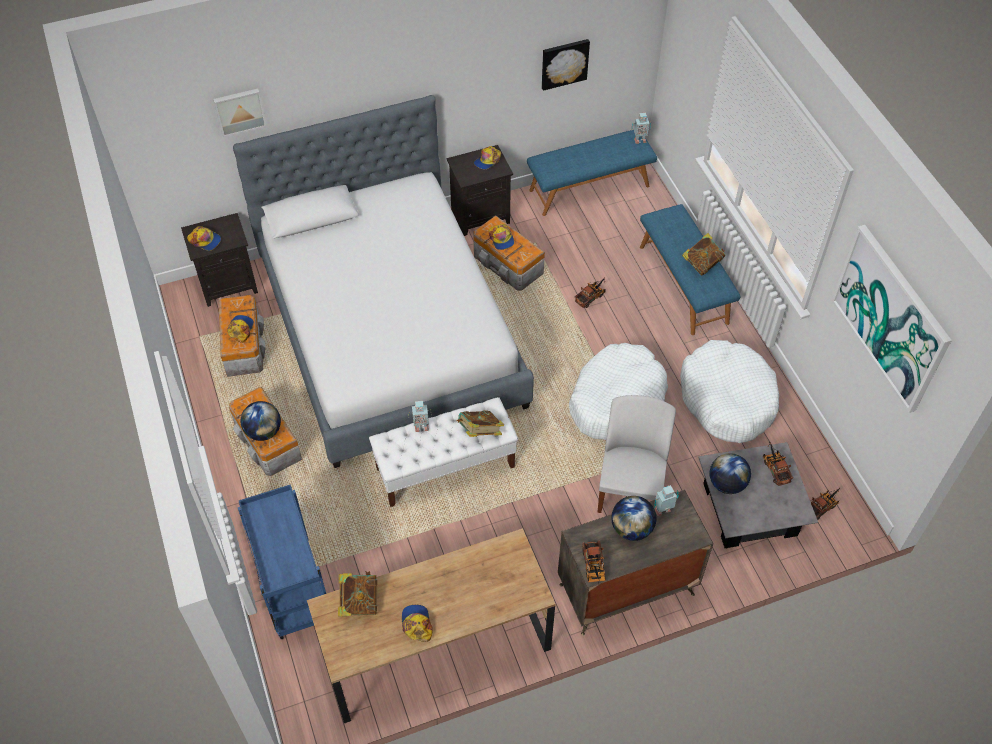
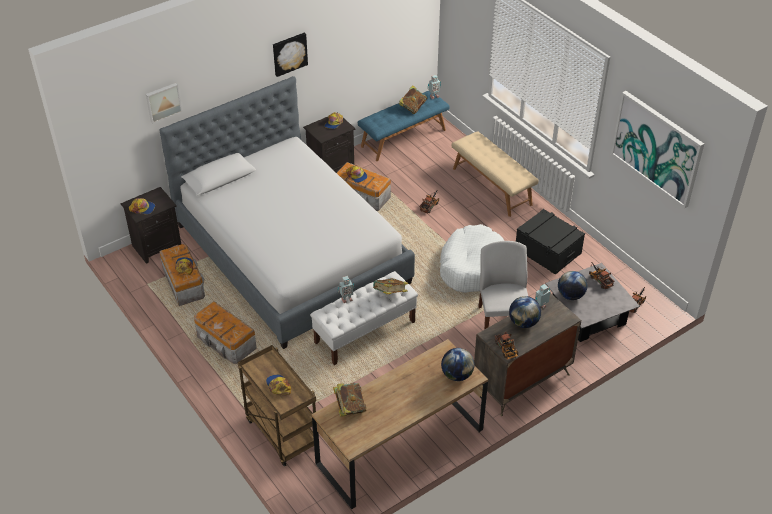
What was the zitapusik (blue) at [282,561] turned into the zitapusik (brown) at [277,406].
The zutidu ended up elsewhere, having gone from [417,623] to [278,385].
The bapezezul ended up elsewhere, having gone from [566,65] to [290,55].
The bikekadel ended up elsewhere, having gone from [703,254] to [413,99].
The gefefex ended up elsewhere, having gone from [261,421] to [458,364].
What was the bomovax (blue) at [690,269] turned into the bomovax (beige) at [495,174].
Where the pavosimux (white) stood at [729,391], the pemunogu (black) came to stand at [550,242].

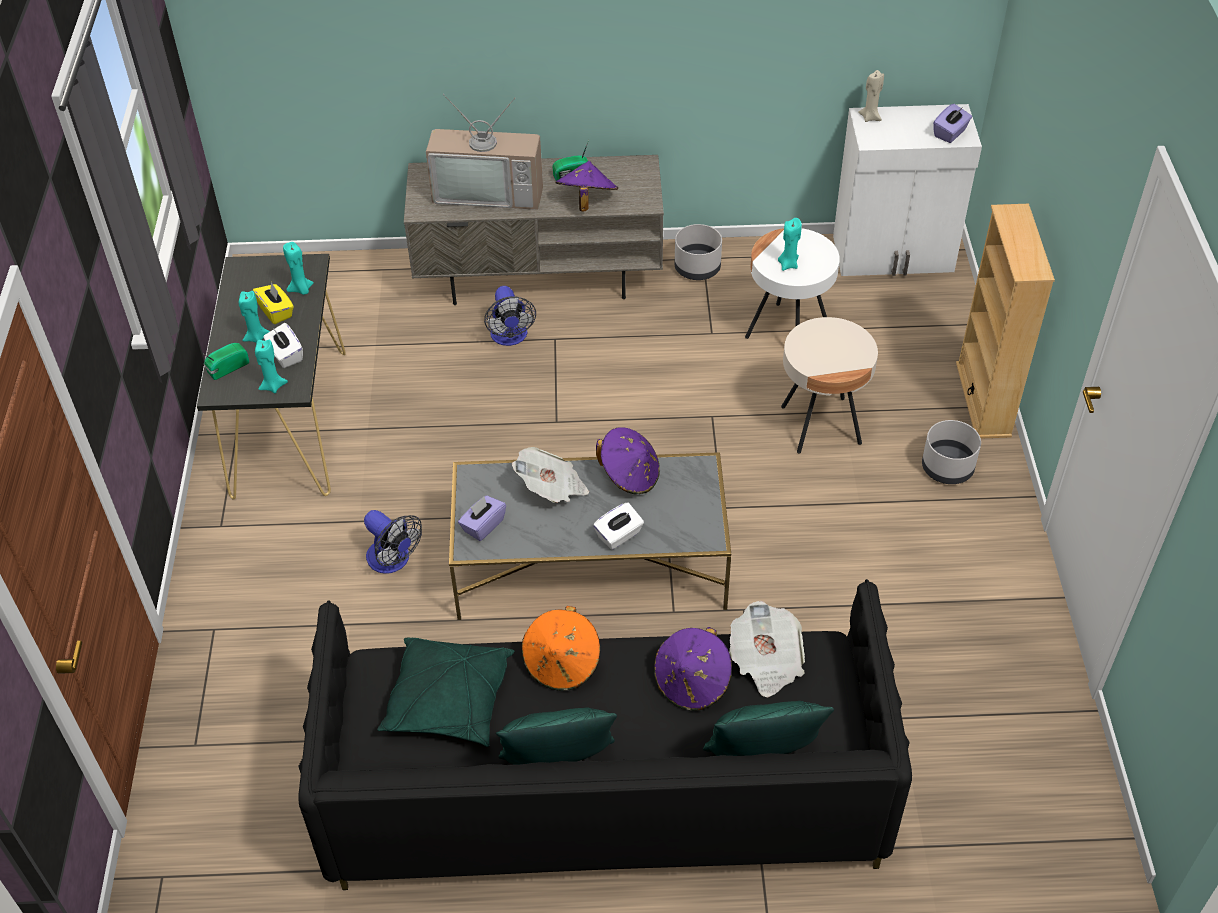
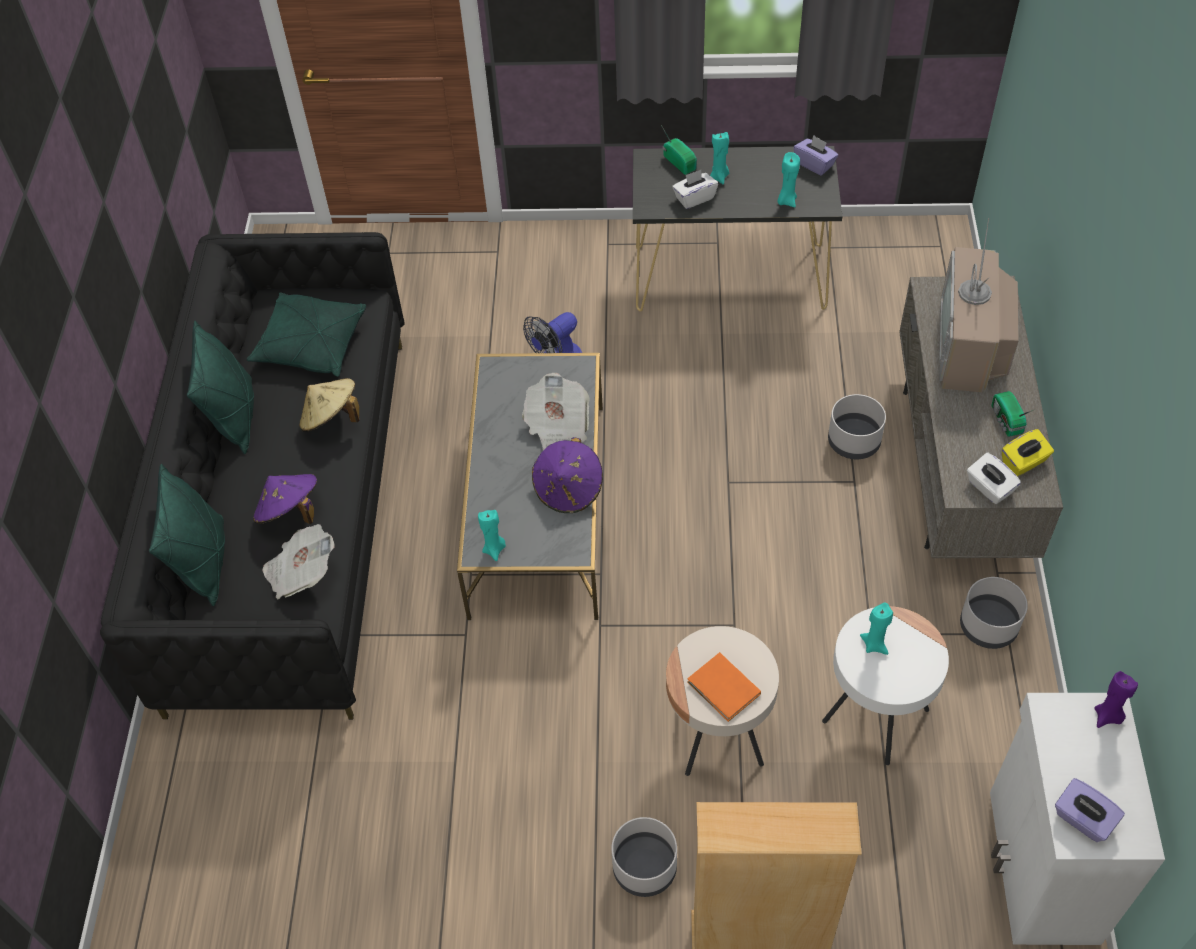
What was the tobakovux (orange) at [561,648] turned into the tobakovux (beige) at [329,405].
The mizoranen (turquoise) ended up elsewhere, having gone from [271,366] to [492,535].
The second view gained the bikekadel (orange) at [724,687].
The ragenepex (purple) ended up elsewhere, having gone from [482,518] to [816,155].
Where the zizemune stood at [510,316], the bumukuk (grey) came to stand at [857,426].
The ragenepex (white) ended up elsewhere, having gone from [618,526] to [994,478].
The ragenepex (yellow) ended up elsewhere, having gone from [273,303] to [1028,452].
What was the mizoranen (beige) at [871,96] turned into the mizoranen (purple) at [1116,699].
The second view lost the tobakovux (purple) at [587,186].

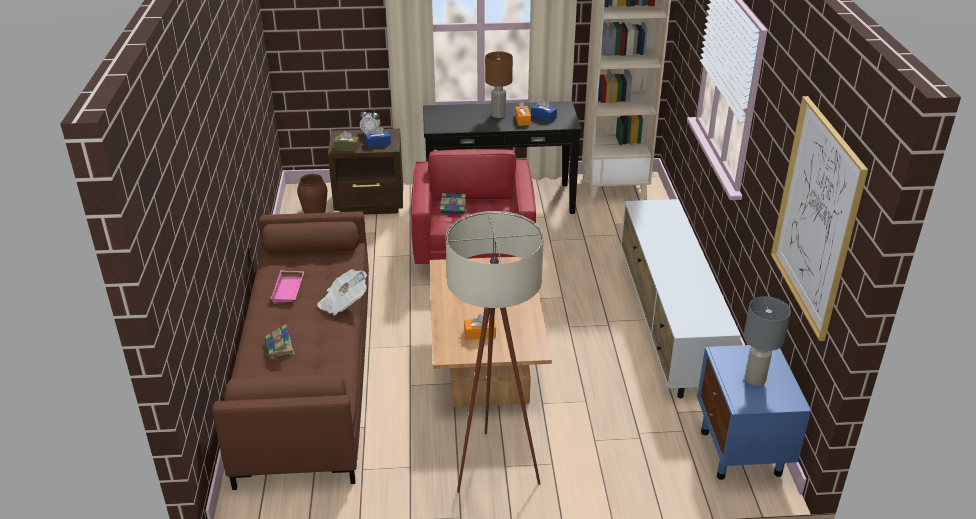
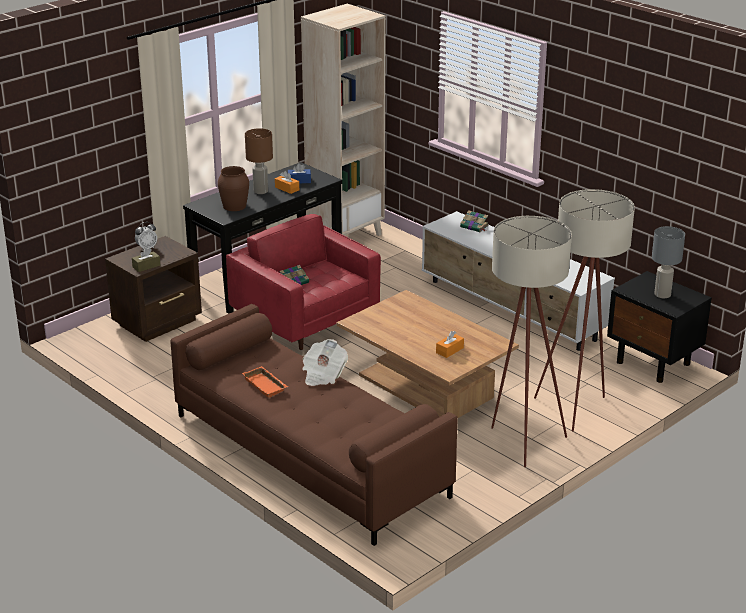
The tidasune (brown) ended up elsewhere, having gone from [312,193] to [233,188].
What was the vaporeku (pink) at [287,286] turned into the vaporeku (orange) at [265,382].
The bikekadel ended up elsewhere, having gone from [280,342] to [474,221].
The second view gained the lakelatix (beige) at [584,310].
What was the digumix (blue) at [754,412] turned into the digumix (black) at [659,327].
The second view lost the ragenepex (blue) at [378,137].
The second view lost the bapezezul at [819,218].

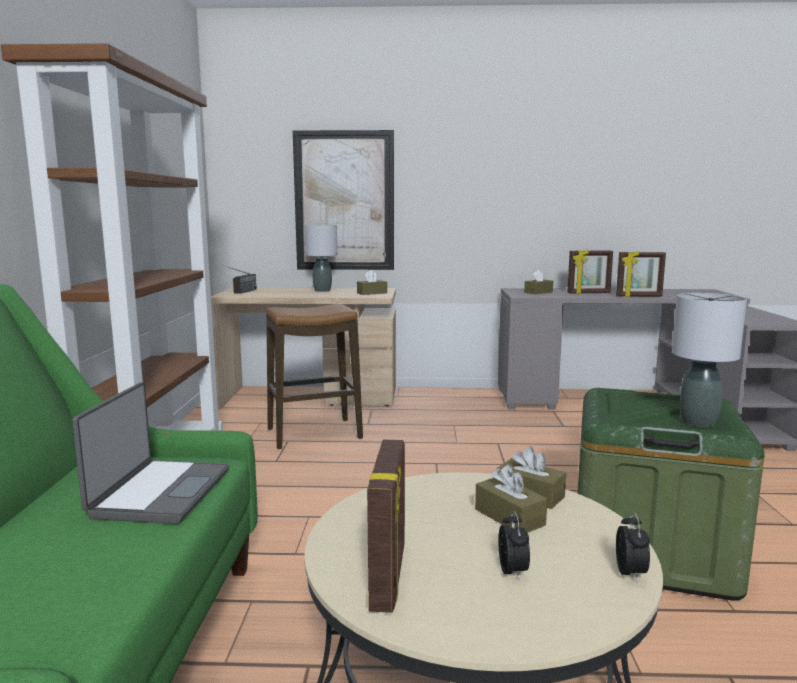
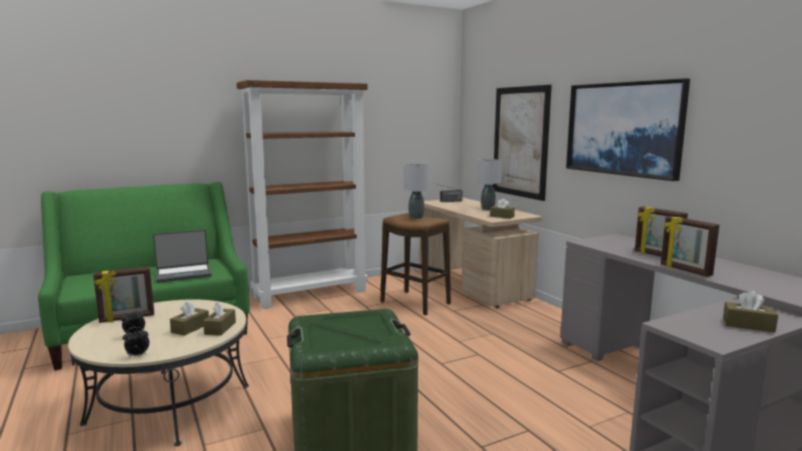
The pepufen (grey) ended up elsewhere, having gone from [709,360] to [417,191].
The second view gained the bapezezul at [628,129].
The ragenepex (brown) ended up elsewhere, having gone from [538,282] to [750,312].

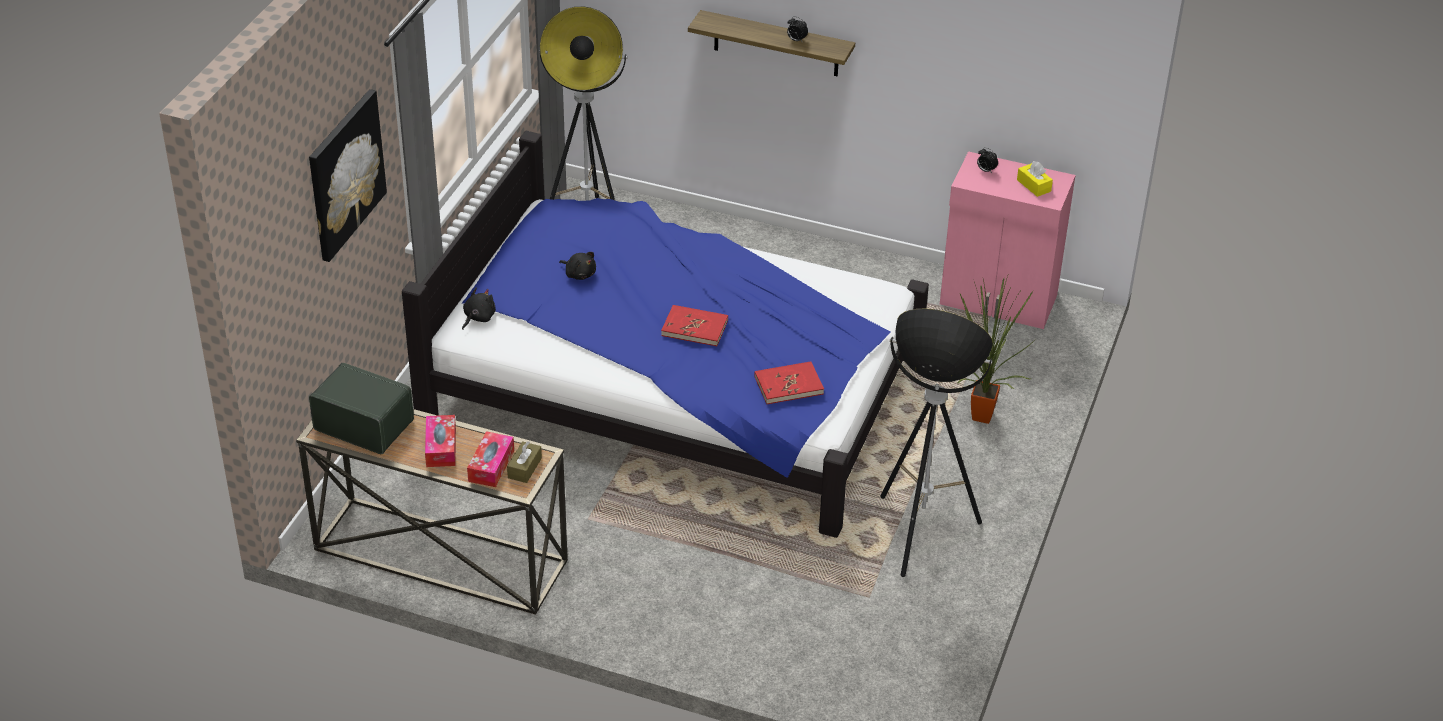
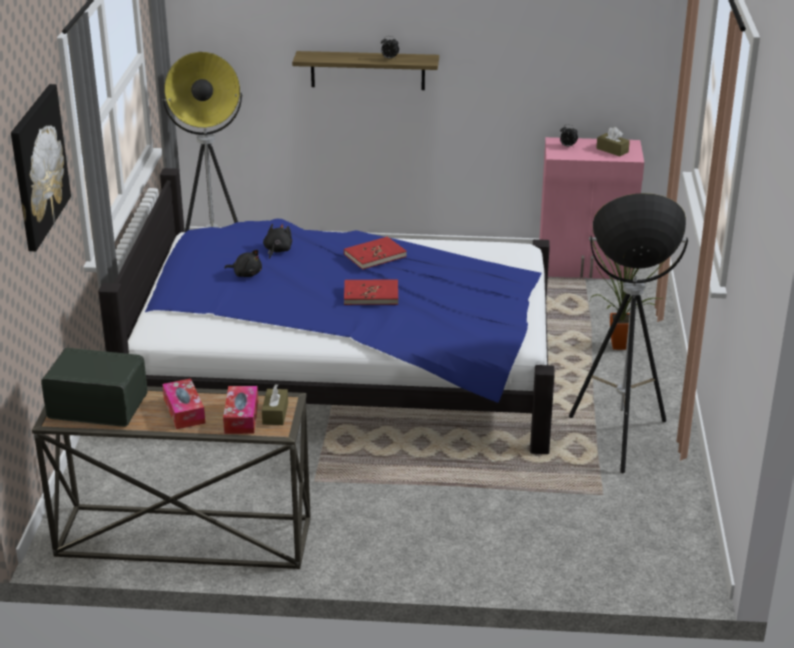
The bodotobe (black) ended up elsewhere, having gone from [479,308] to [277,241].
The bikekadel (red) ended up elsewhere, having gone from [789,382] to [375,253].
What was the ragenepex (yellow) at [1035,179] turned into the ragenepex (brown) at [613,141].

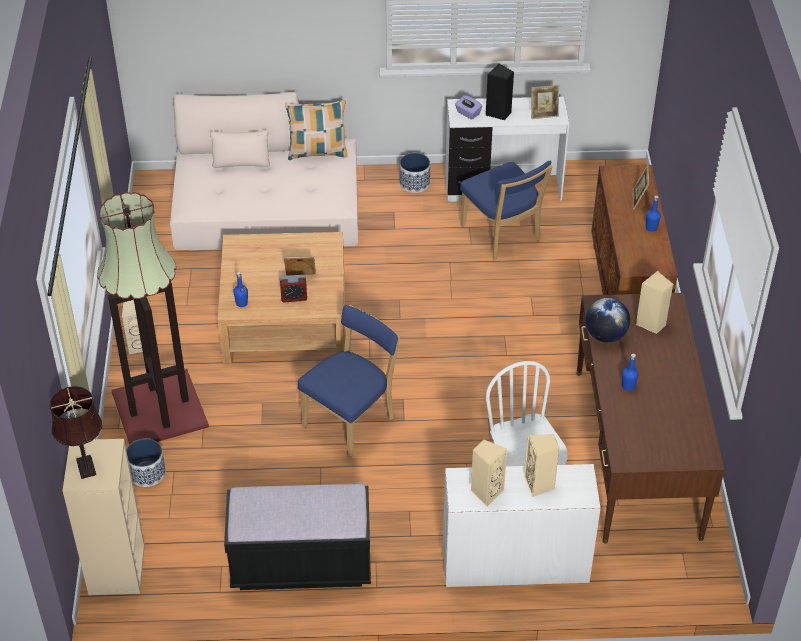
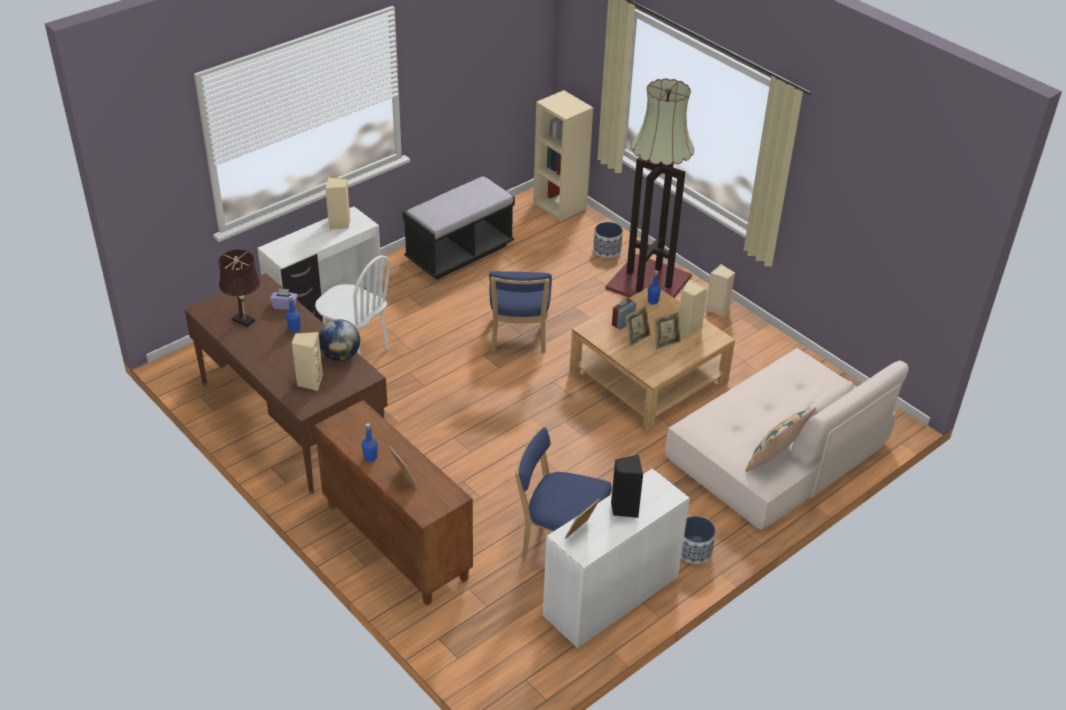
The pepufen (brown) ended up elsewhere, having gone from [76,432] to [239,288].
The ragenepex (purple) ended up elsewhere, having gone from [468,107] to [284,299].
The second view gained the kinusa at [667,330].
The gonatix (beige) ended up elsewhere, having gone from [542,465] to [693,308].

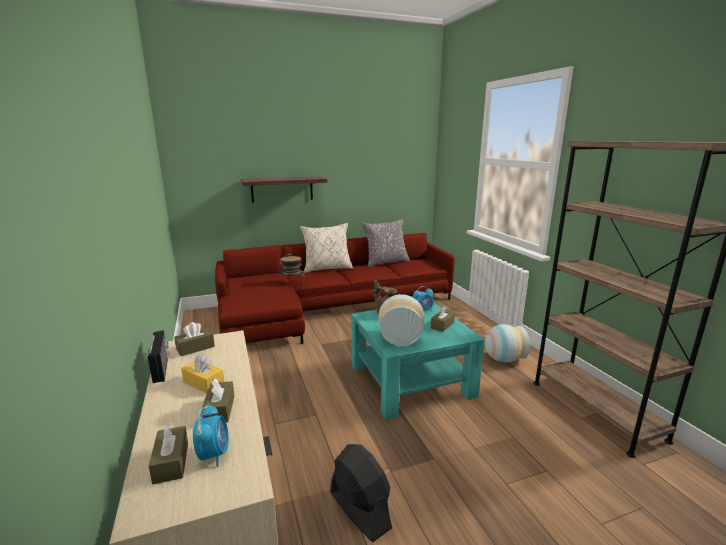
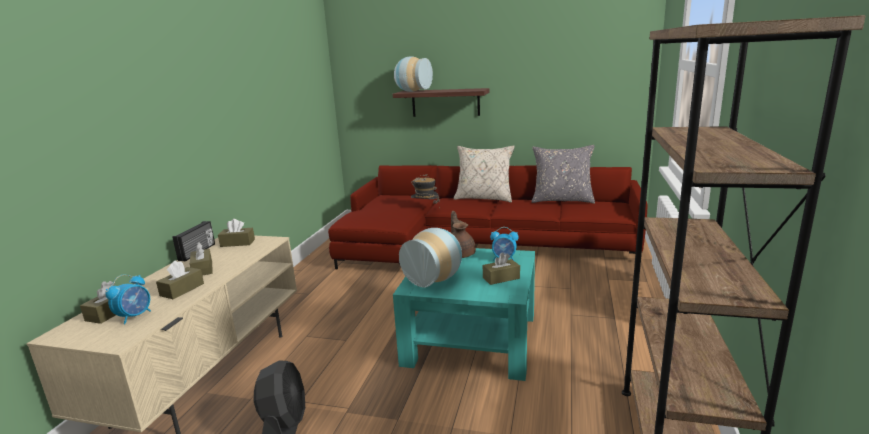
What was the ragenepex (yellow) at [202,374] turned into the ragenepex (brown) at [201,259].
The tidasune ended up elsewhere, having gone from [507,343] to [413,74].

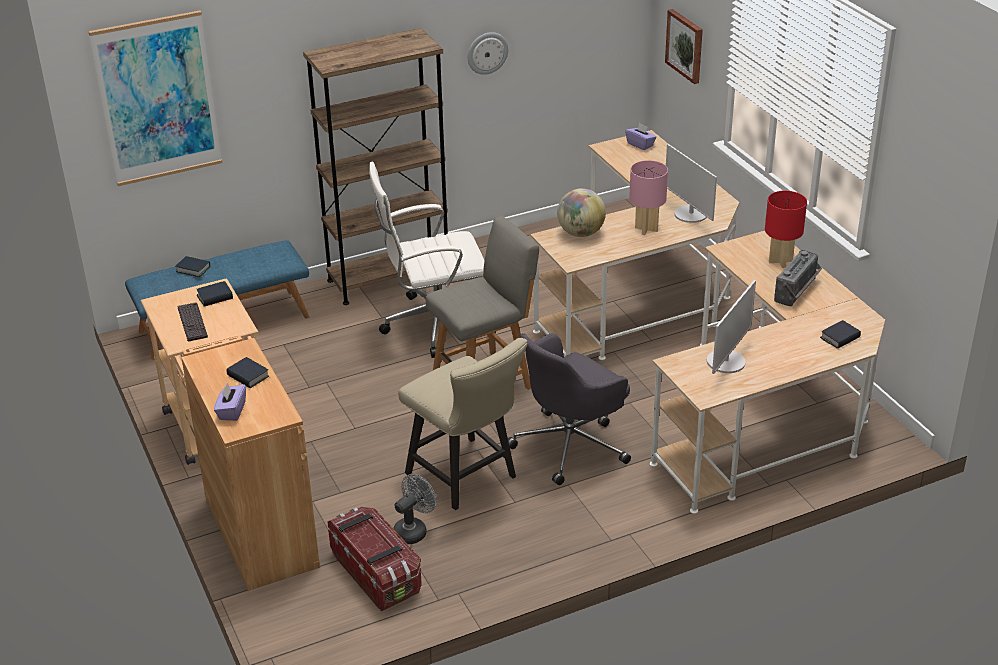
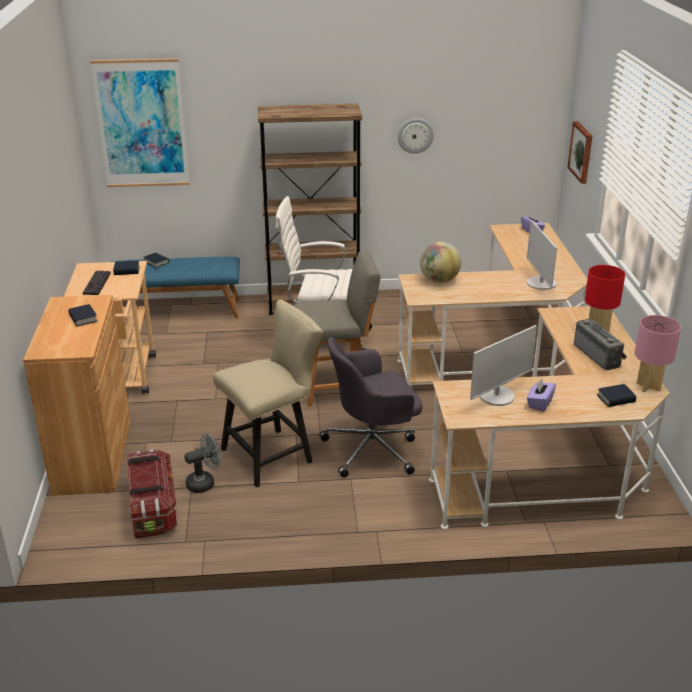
The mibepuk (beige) at [463,424] ended up facing another way, 105 degrees counterclockwise from before.
The ragenepex (purple) ended up elsewhere, having gone from [230,402] to [541,395].
The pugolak at [798,278] ended up facing another way, 75 degrees counterclockwise from before.
The pepufen (pink) ended up elsewhere, having gone from [648,197] to [658,353].

